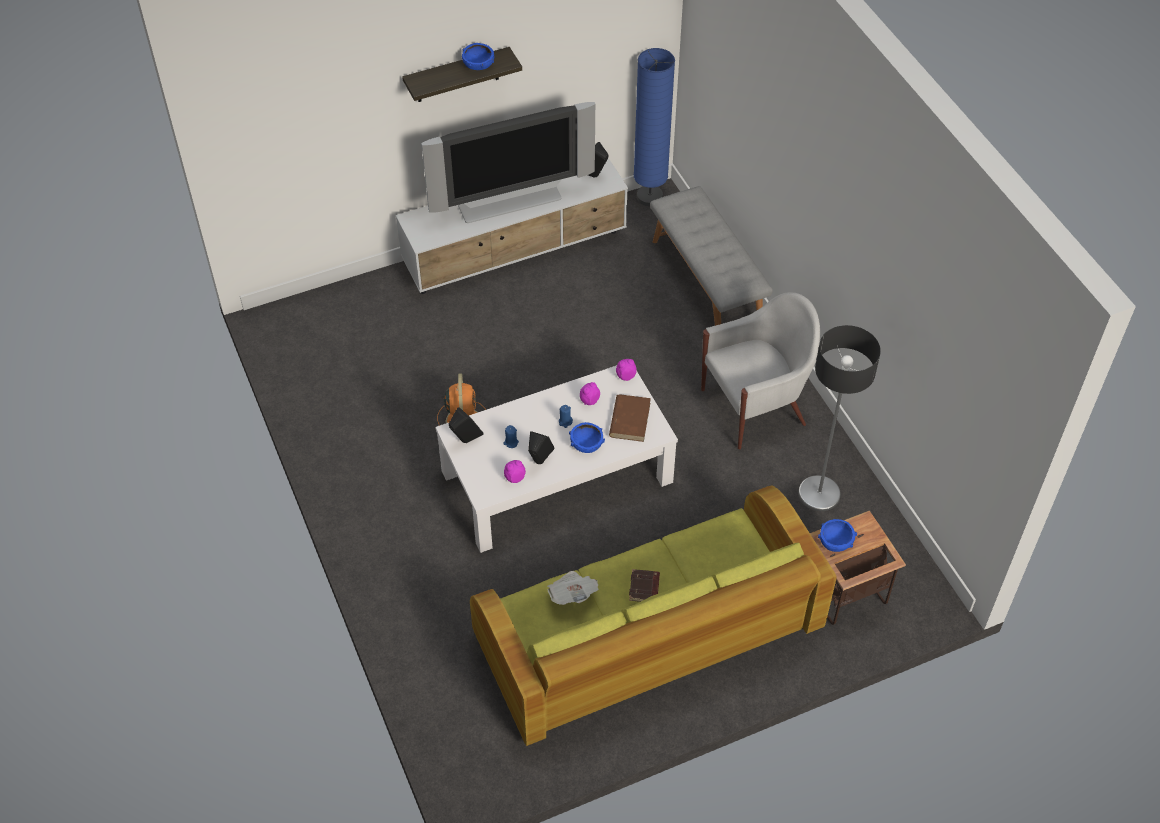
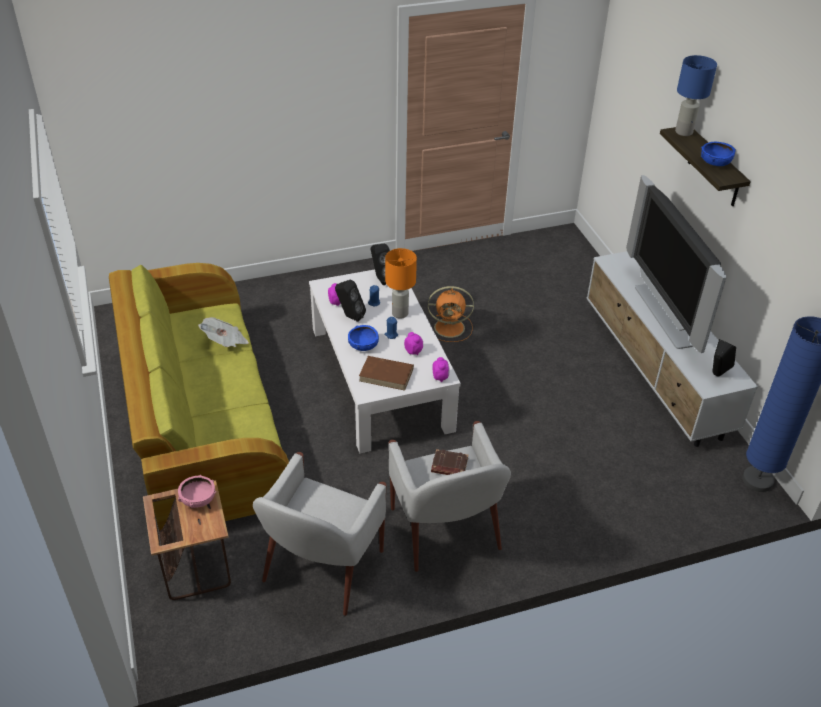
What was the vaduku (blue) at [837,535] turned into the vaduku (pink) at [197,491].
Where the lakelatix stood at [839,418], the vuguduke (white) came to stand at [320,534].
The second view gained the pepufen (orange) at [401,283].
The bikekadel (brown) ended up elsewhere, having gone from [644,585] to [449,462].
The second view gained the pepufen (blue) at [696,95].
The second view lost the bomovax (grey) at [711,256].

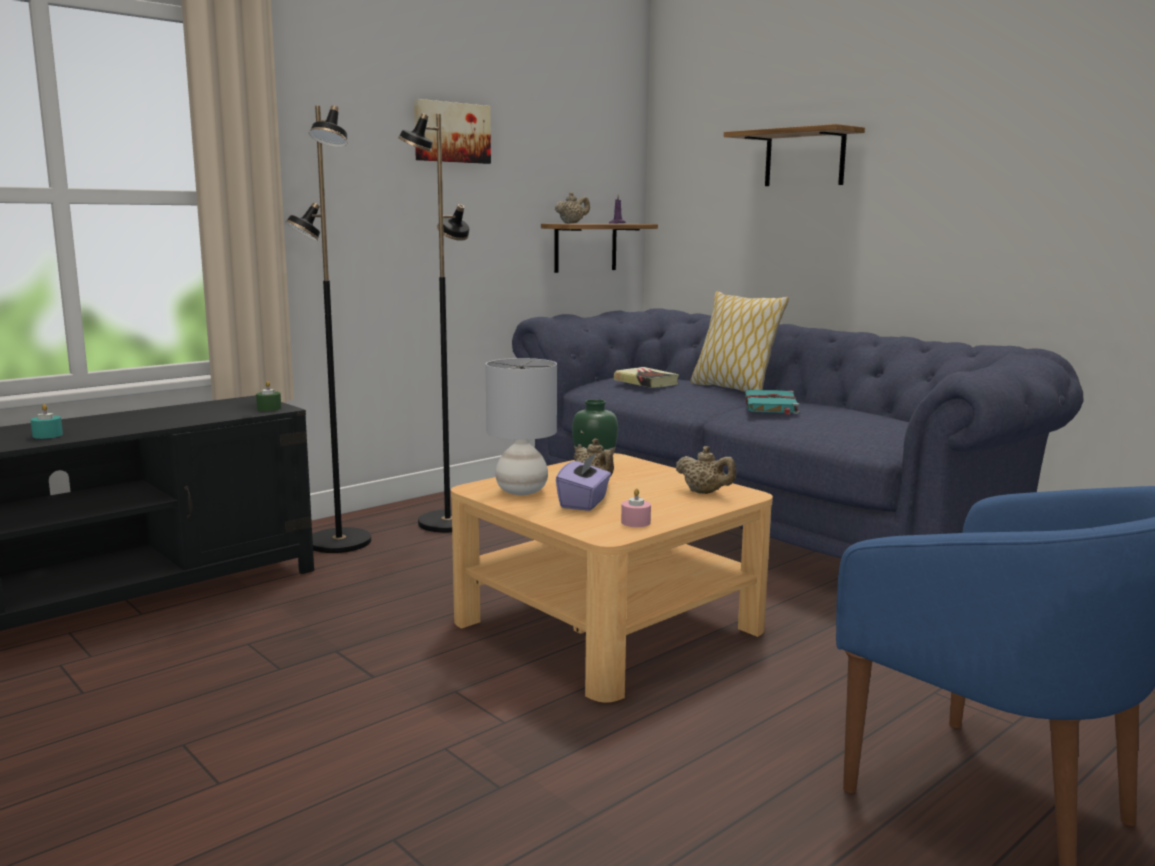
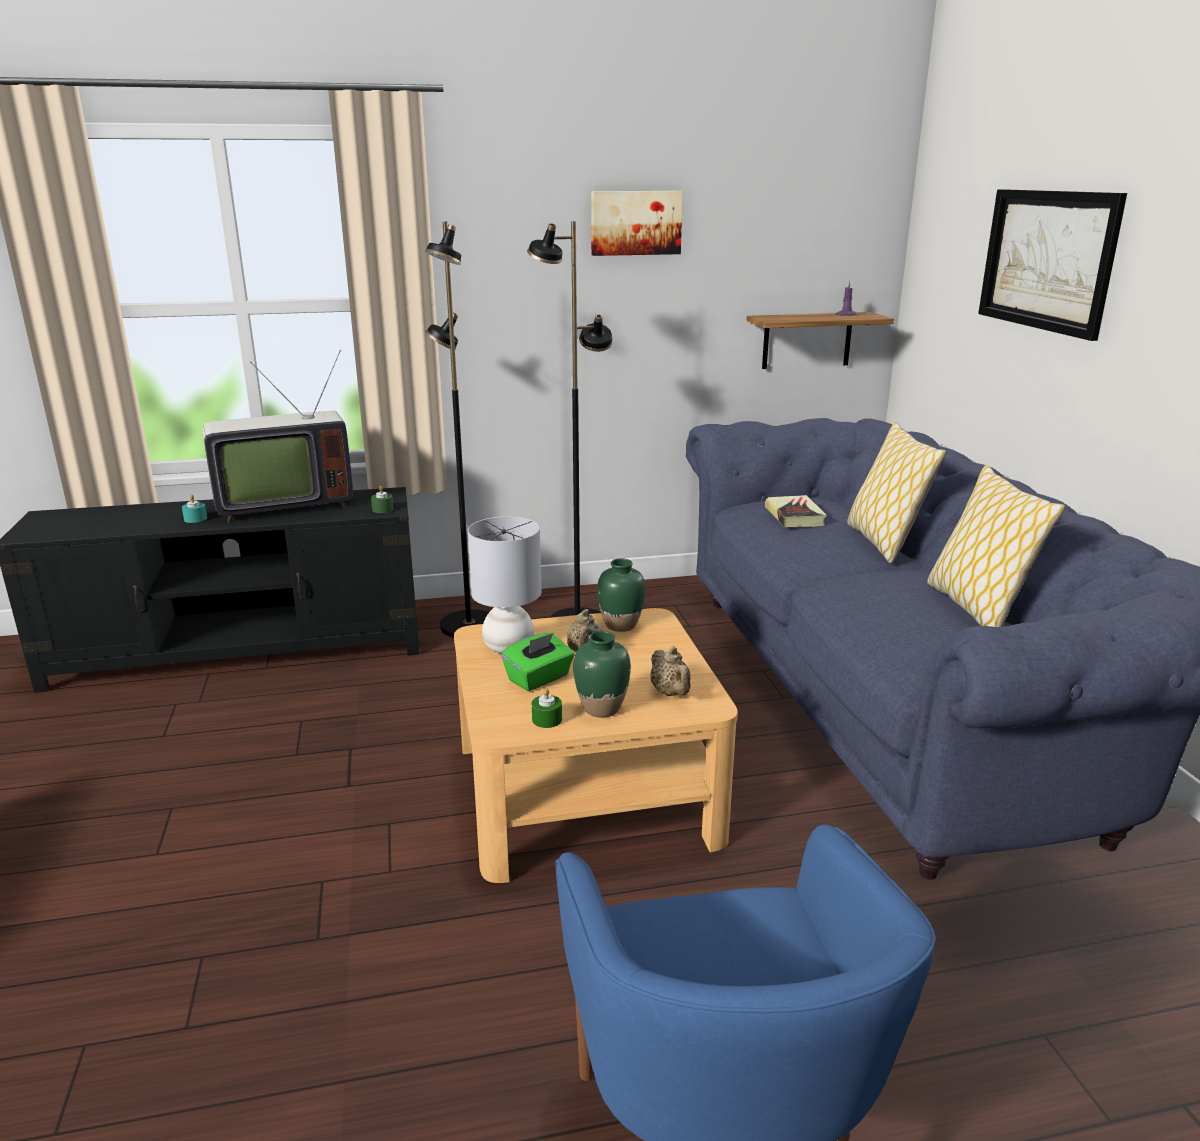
The second view gained the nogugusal at [277,436].
What was the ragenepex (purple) at [583,482] turned into the ragenepex (green) at [538,662].
What was the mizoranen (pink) at [636,508] turned into the mizoranen (green) at [547,708].
The second view gained the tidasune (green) at [602,674].
The second view gained the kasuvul at [996,546].
Where the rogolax hung at [794,155], the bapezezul came to hang at [1052,265].
The second view lost the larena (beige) at [572,208].
The second view lost the bikekadel (turquoise) at [772,402].

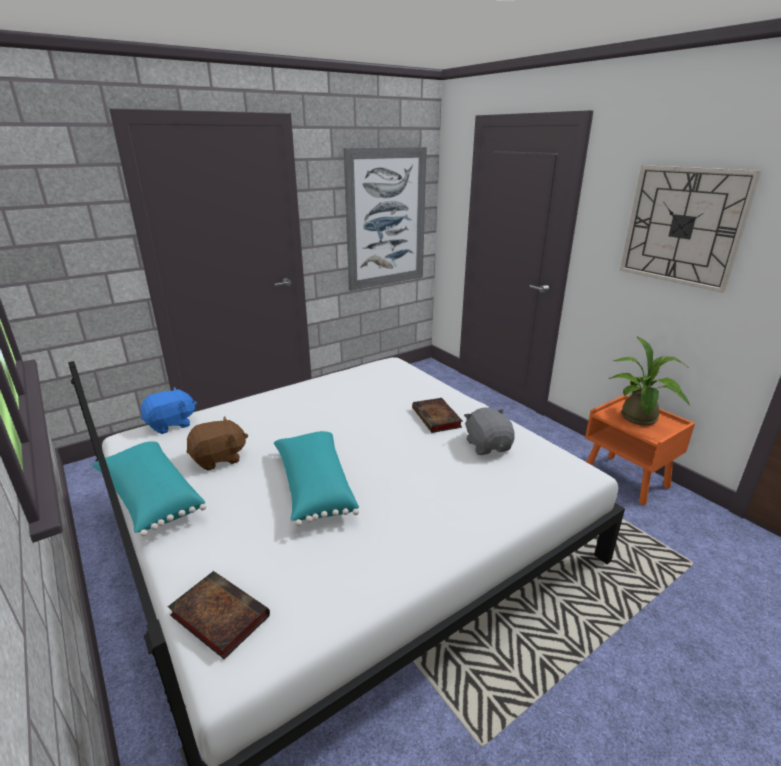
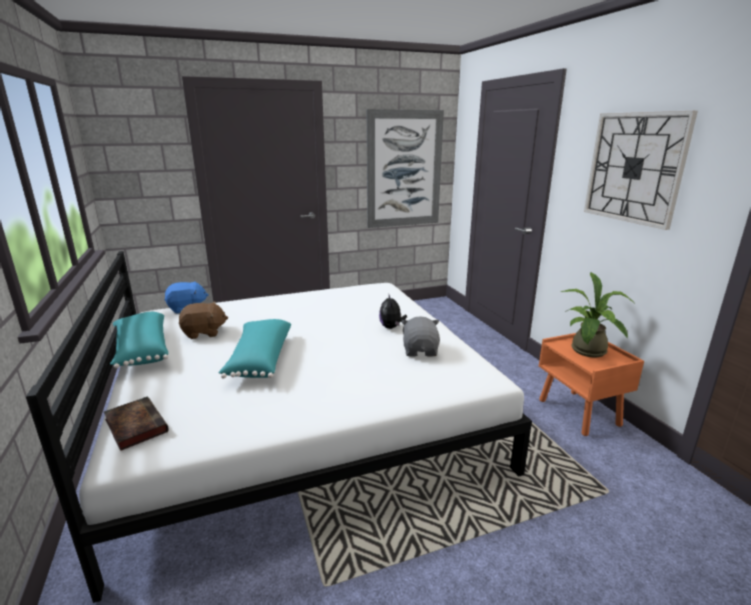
Where the bikekadel stood at [437,415], the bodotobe came to stand at [393,311].

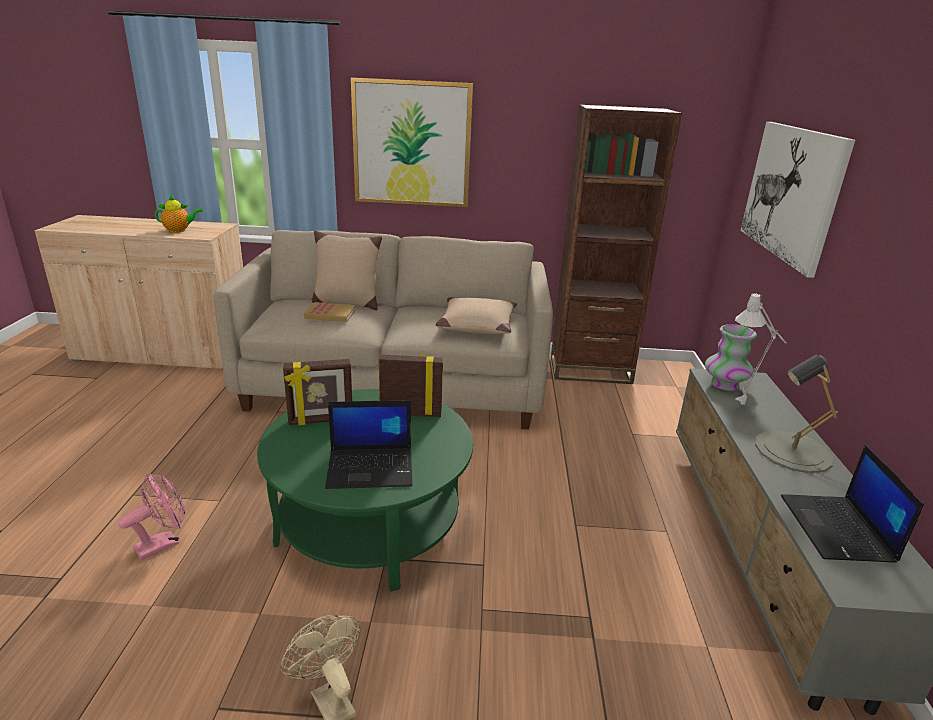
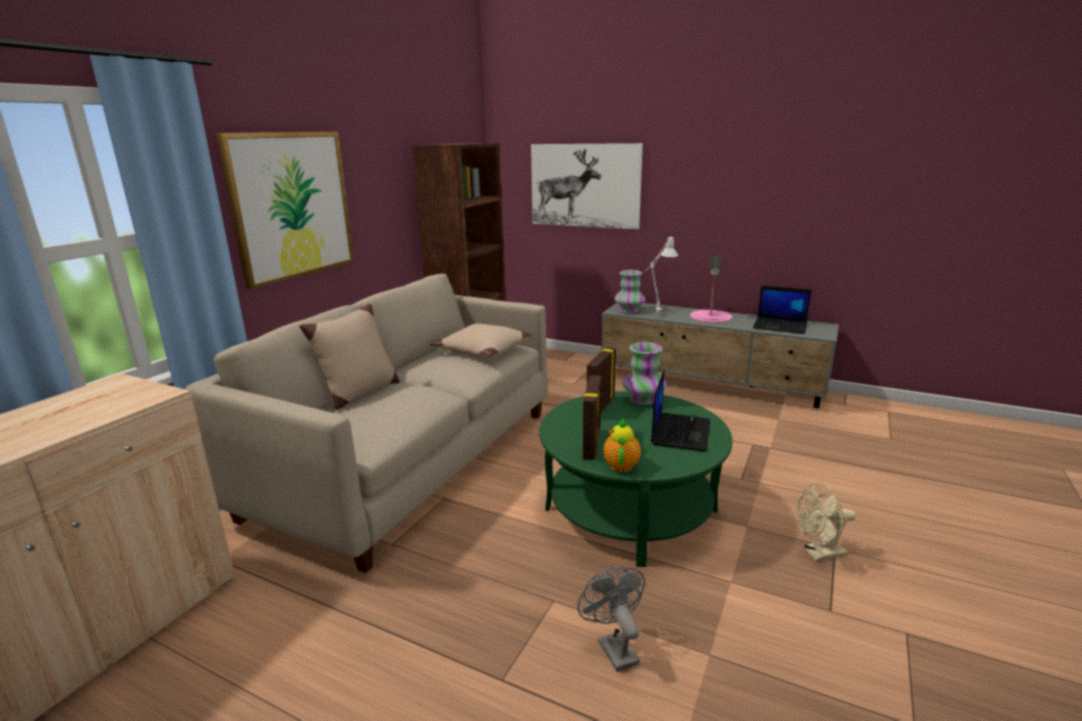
What was the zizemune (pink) at [151,516] turned into the zizemune (grey) at [611,619].
The larena ended up elsewhere, having gone from [179,214] to [622,445].
The second view gained the tidasune at [644,373].
What was the pepufen (grey) at [796,414] turned into the pepufen (pink) at [711,289].
The second view lost the bikekadel at [330,312].

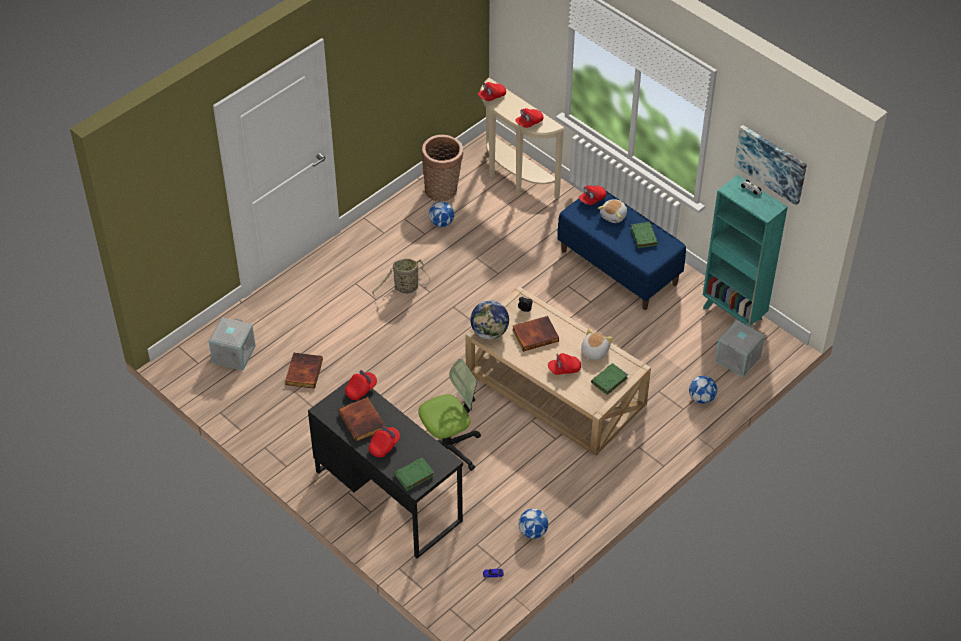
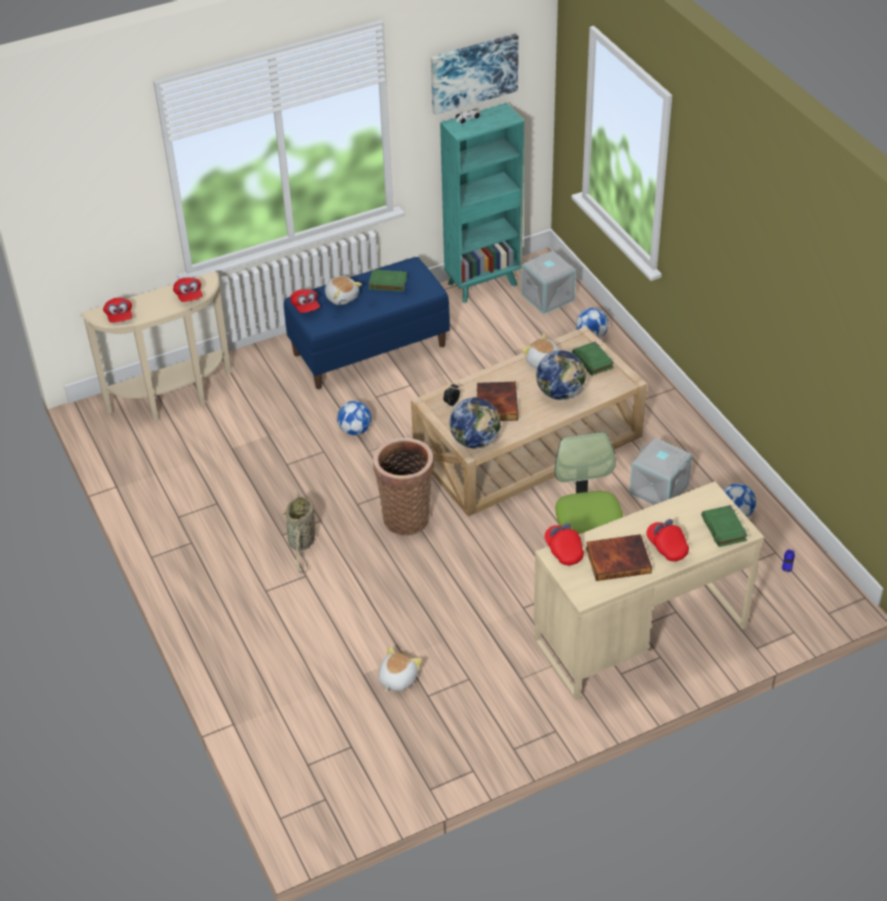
The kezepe ended up elsewhere, having gone from [441,214] to [354,418].
The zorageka ended up elsewhere, having gone from [442,168] to [403,487].
Where the bikekadel stood at [304,370], the bodotobe came to stand at [400,669].
What was the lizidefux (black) at [385,469] turned into the lizidefux (beige) at [648,590].
Where the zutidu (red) stood at [564,364], the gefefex came to stand at [561,375].
The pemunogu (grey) ended up elsewhere, having gone from [232,343] to [660,471].

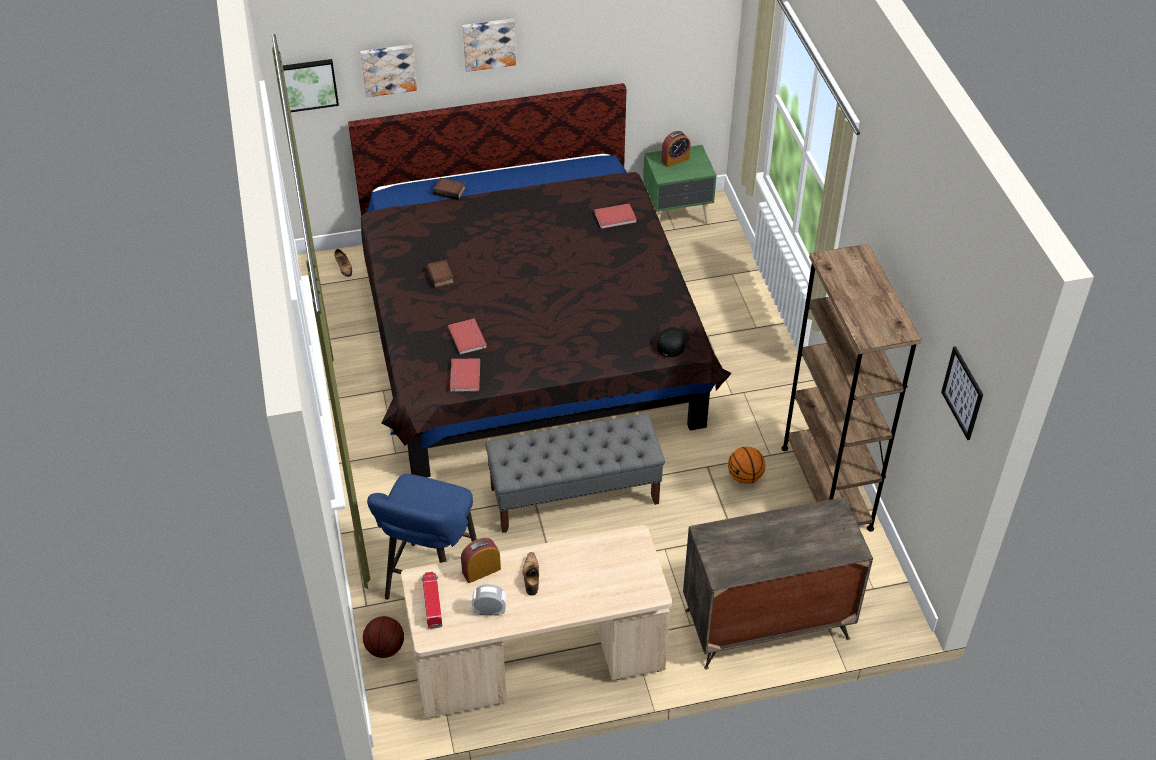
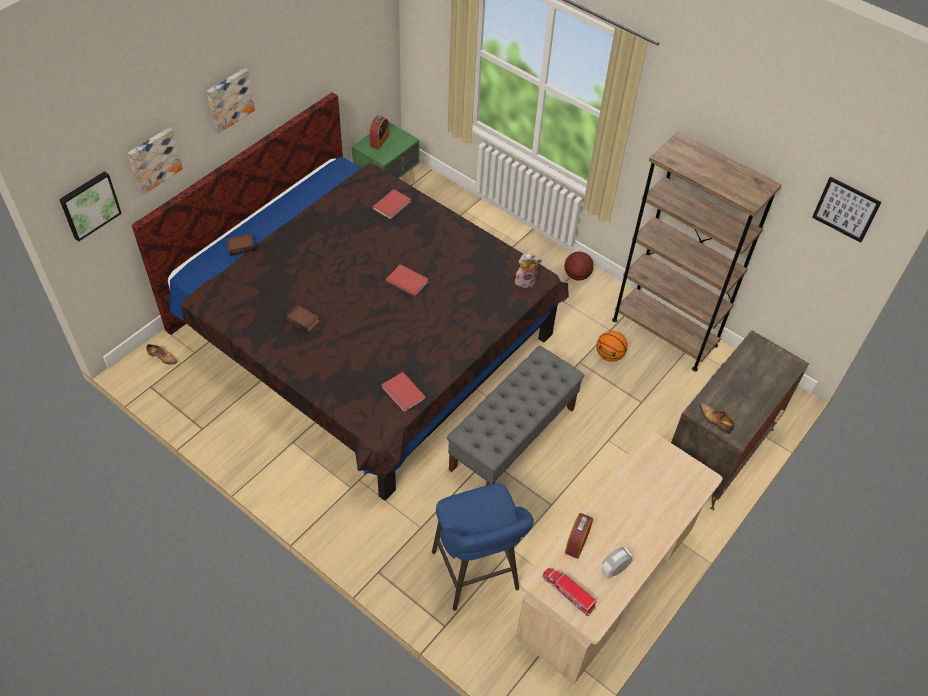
The bikekadel (red) ended up elsewhere, having gone from [467,336] to [407,280].
Where the zutidu (black) stood at [673,342], the bodotobe came to stand at [528,270].
The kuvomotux ended up elsewhere, having gone from [383,637] to [579,266].
The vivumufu ended up elsewhere, having gone from [530,574] to [716,418].

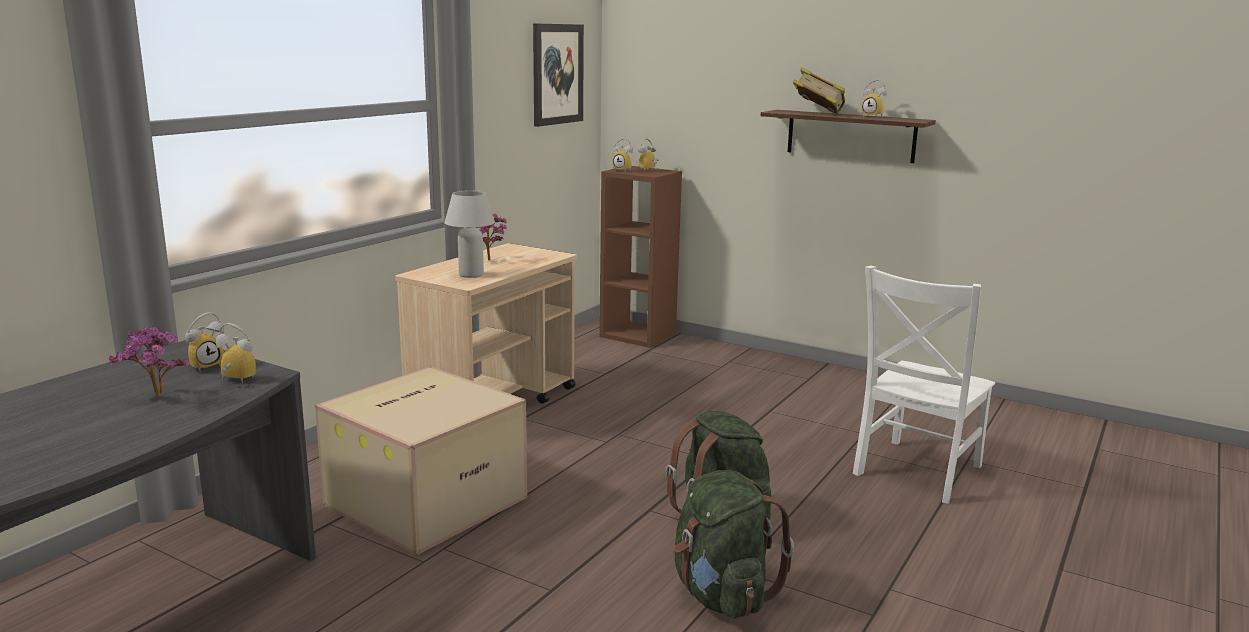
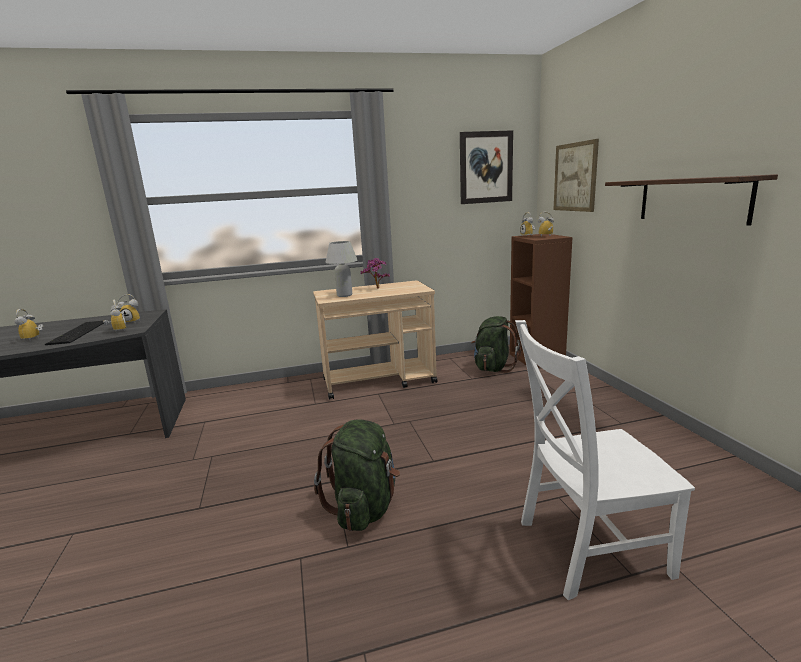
The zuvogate ended up elsewhere, having gone from [874,99] to [28,325].
Where the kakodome stood at [149,361], the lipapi came to stand at [74,333].
The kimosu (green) ended up elsewhere, having gone from [733,544] to [496,344].
The second view gained the bapezezul at [576,175].
The second view lost the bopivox at [421,460].
The second view lost the bikekadel at [819,90].

